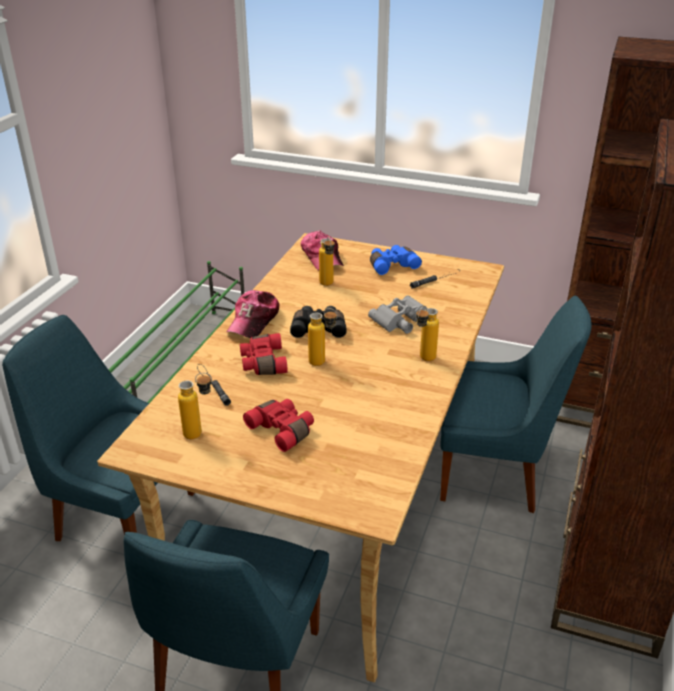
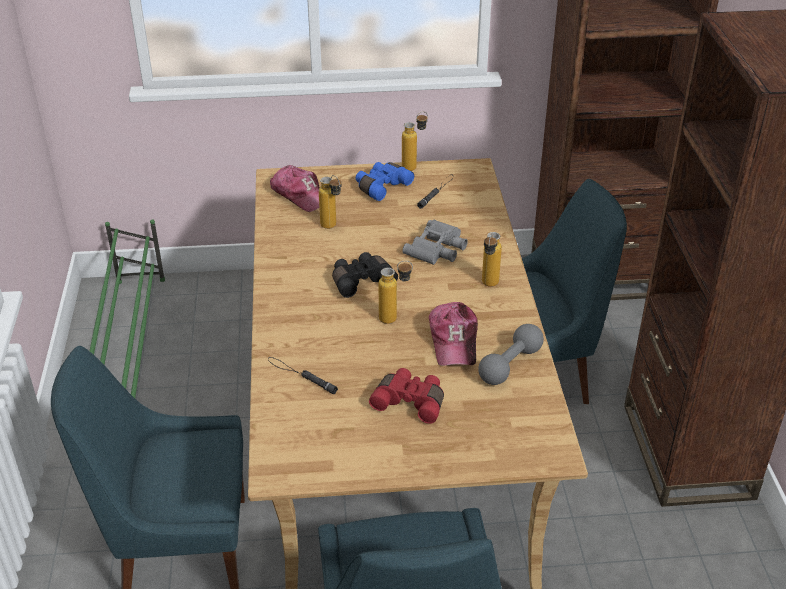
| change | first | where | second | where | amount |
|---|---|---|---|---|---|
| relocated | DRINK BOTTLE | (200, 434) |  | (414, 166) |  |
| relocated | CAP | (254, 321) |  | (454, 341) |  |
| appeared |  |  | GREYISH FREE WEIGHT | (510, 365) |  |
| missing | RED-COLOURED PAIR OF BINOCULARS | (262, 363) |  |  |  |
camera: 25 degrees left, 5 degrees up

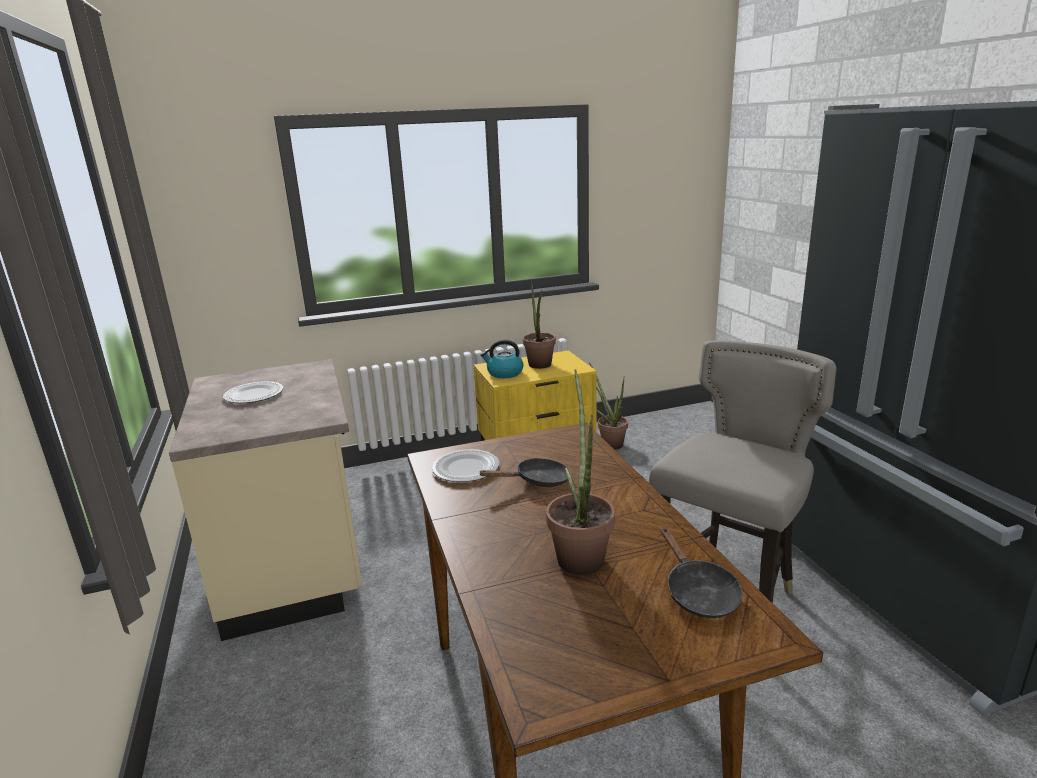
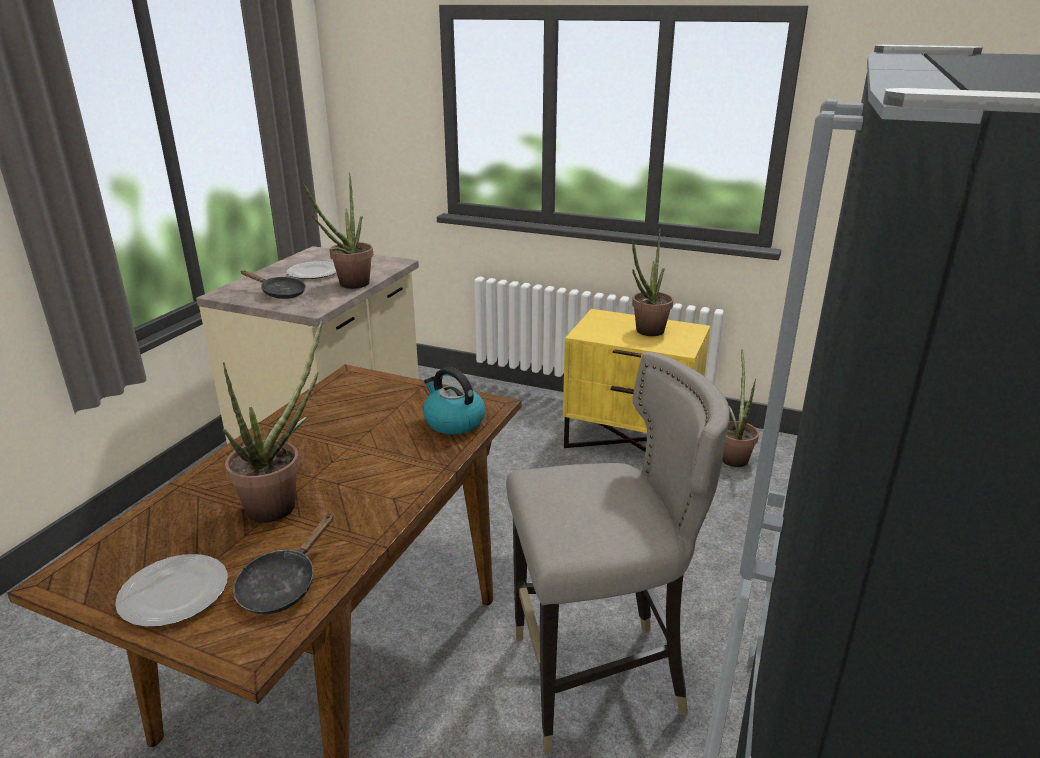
| change | first | where | second | where | amount |
|---|---|---|---|---|---|
| relocated | DINNER PLATE | (466, 468) |  | (175, 592) |  |
| relocated | BLACK PAN | (537, 481) |  | (280, 293) |  |
| appeared |  |  | POTTED PLANT | (349, 285) |  |
| relocated | TEA KETTLE | (504, 373) |  | (453, 422) |  |
camera: 40 degrees right, 5 degrees up

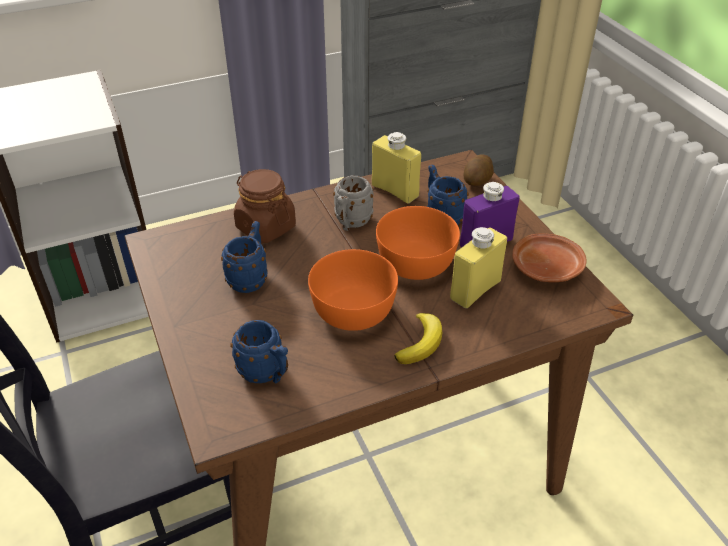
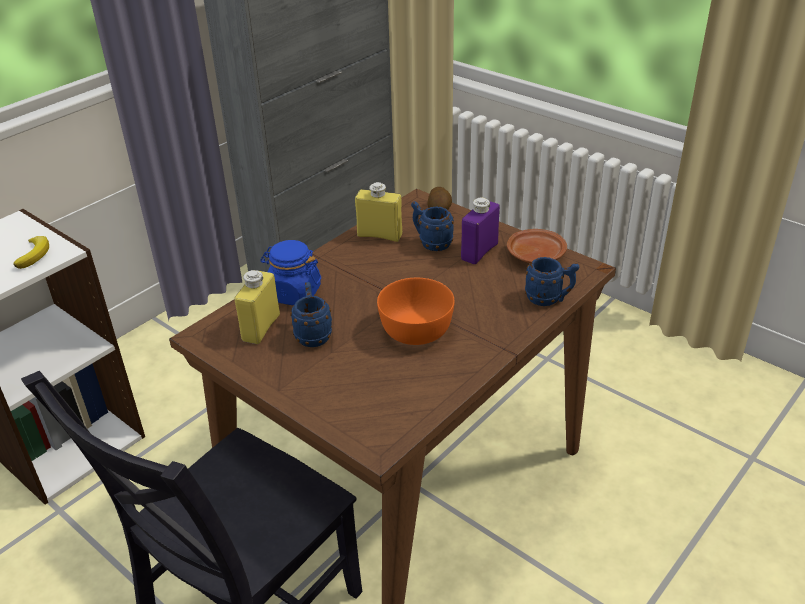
| change | first | where | second | where | amount |
|---|---|---|---|---|---|
| relocated | BANANA | (421, 342) |  | (34, 254) |  |
| relocated | YELLOW DRINK BOTTLE | (475, 290) |  | (261, 328) |  |
| colour | BROWNISH STORAGE JAR | (265, 227) | BLUISH STORAGE JAR | (294, 294) |  |
| relocated | BLUISH COFFEE MUG | (266, 374) |  | (549, 299) |  |
| missing | GREYISH COFFEE MUG | (351, 223) |  |  |  |
| missing | ORANGE-COLOURED BOWL | (417, 262) |  |  |  |
camera: 25 degrees left, 5 degrees down

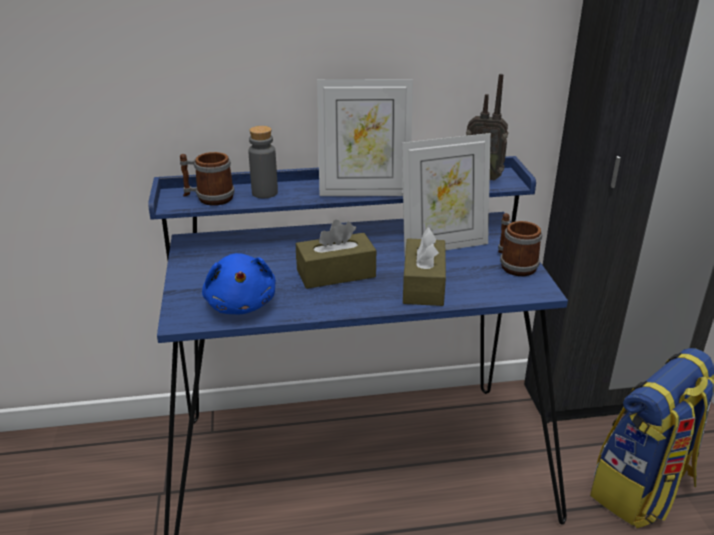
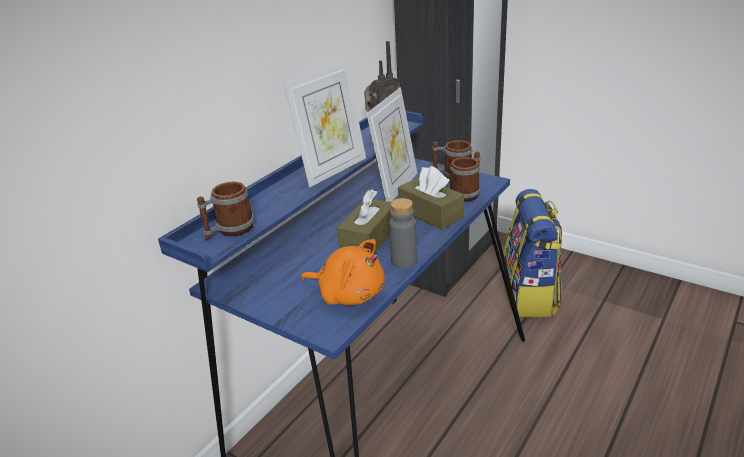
| change | first | where | second | where | amount |
|---|---|---|---|---|---|
| colour | BLUISH PLUSH TOY | (241, 304) | ORANGE-COLOURED PLUSH TOY | (349, 294) |  |
| relocated | GREYISH DRINK BOTTLE | (264, 193) |  | (404, 261) |  |
| appeared |  |  | COFFEE MUG | (467, 193) |  |
camera: 45 degrees left, 0 degrees up

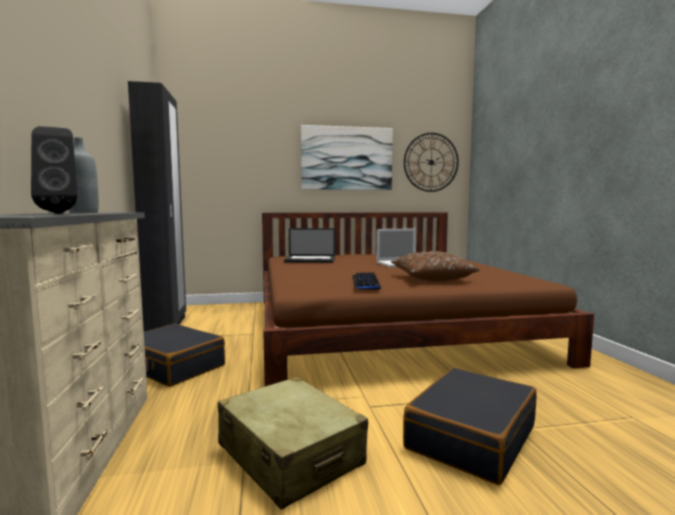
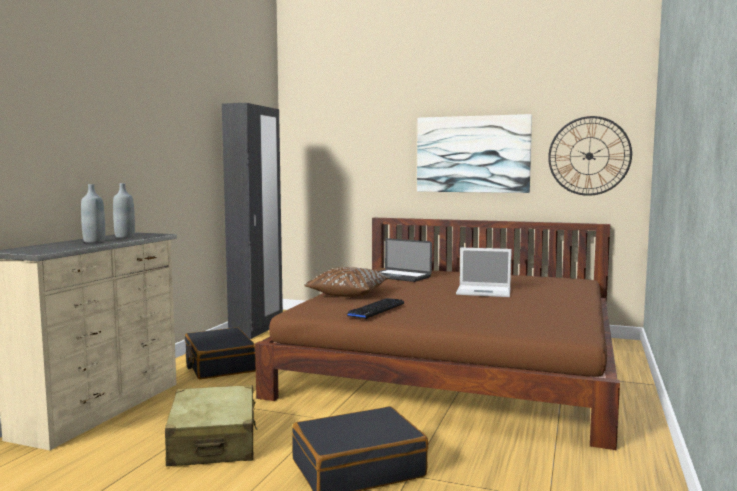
| change | first | where | second | where | amount |
|---|---|---|---|---|---|
| exchanged | BLACK SPEAKER | (59, 213) | GREYISH DRINK BOTTLE | (94, 241) |  |
| relocated | BROWNISH THROW PILLOW | (431, 278) |  | (348, 293) |  |
camera: 30 degrees right, 0 degrees up

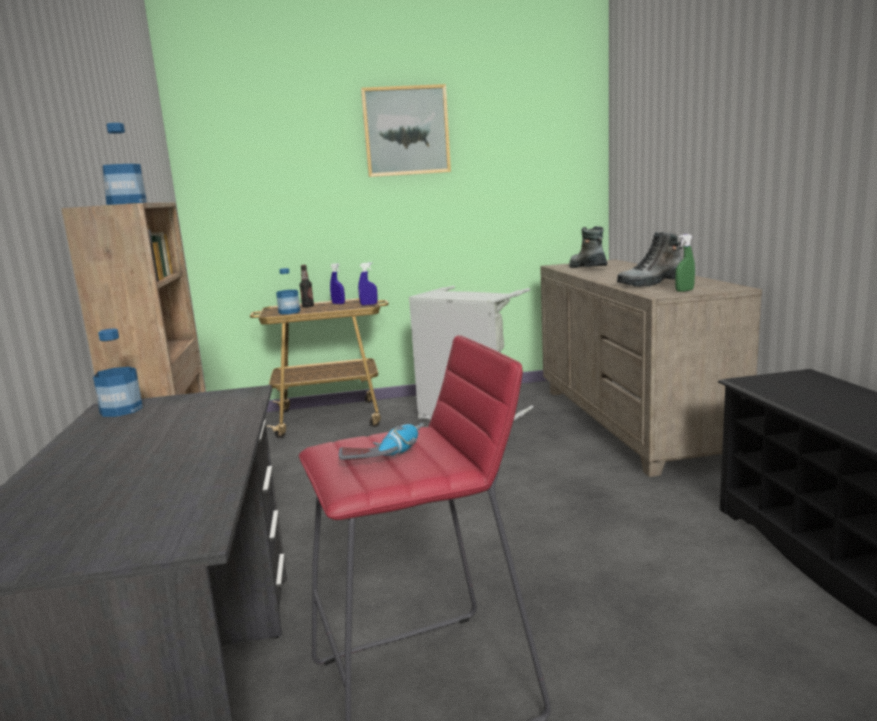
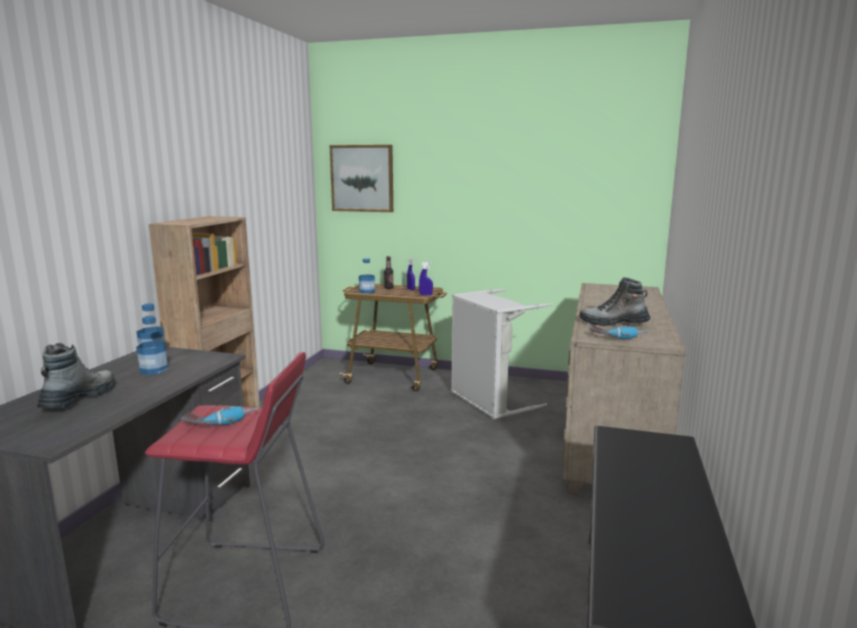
| change | first | where | second | where | amount |
|---|---|---|---|---|---|
| relocated | BOOT | (587, 268) |  | (79, 399) |  |
| relocated | DRINK BOTTLE | (126, 203) |  | (154, 370) |  |
| relocated | PICTURE | (406, 131) |  | (362, 178) |  |
| exchanged | GREENISH HAND SPRAYER | (684, 291) | ELECTRIC DRILL | (617, 337) |  |
camera: 25 degrees right, 0 degrees up

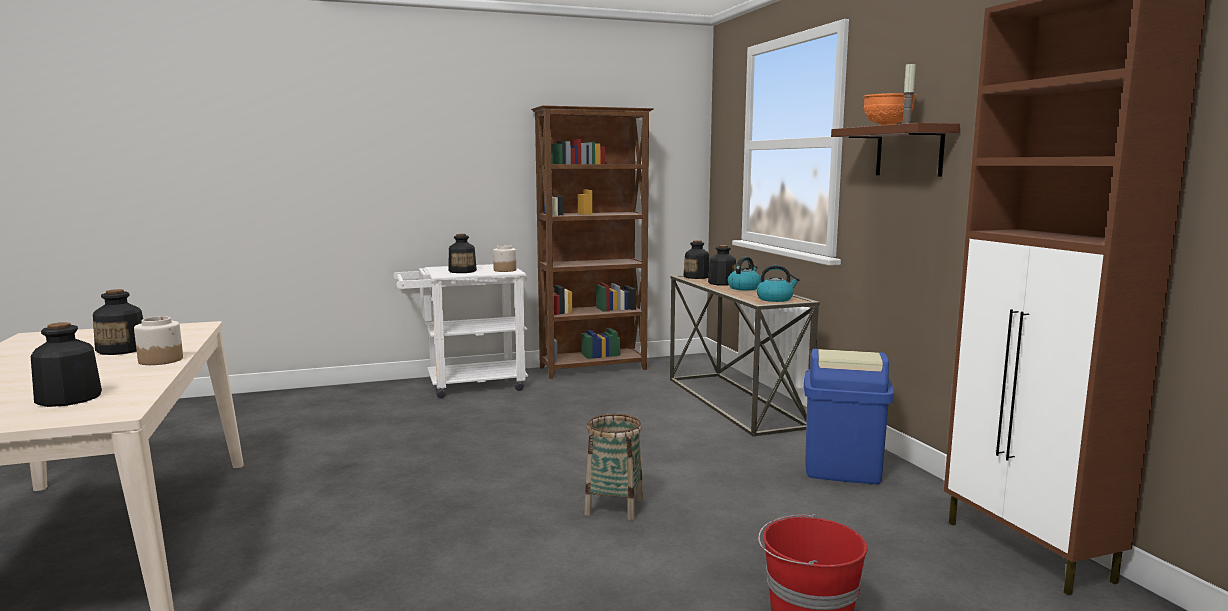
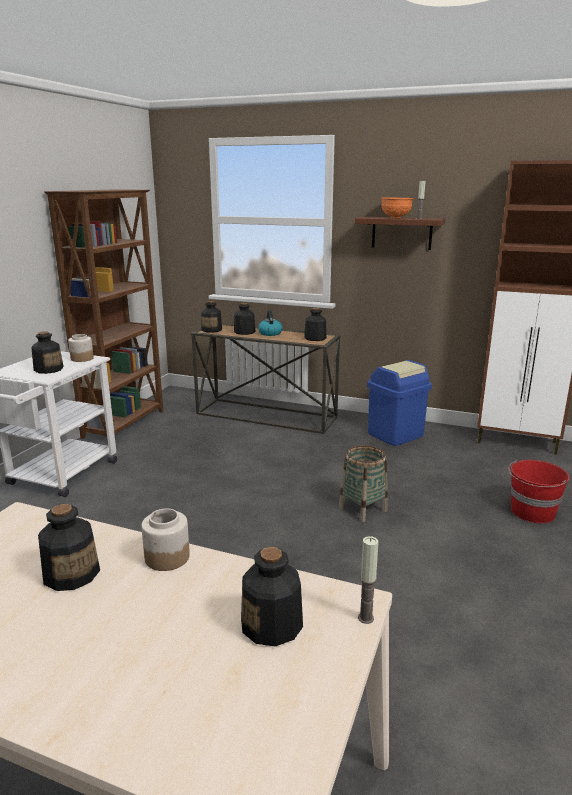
| change | first | where | second | where | amount |
|---|---|---|---|---|---|
| exchanged | TEA KETTLE | (775, 299) | DRINK BOTTLE | (315, 338) |  |
| appeared |  |  | CANDLE | (366, 618) |  |
camera: 50 degrees left, 10 degrees up

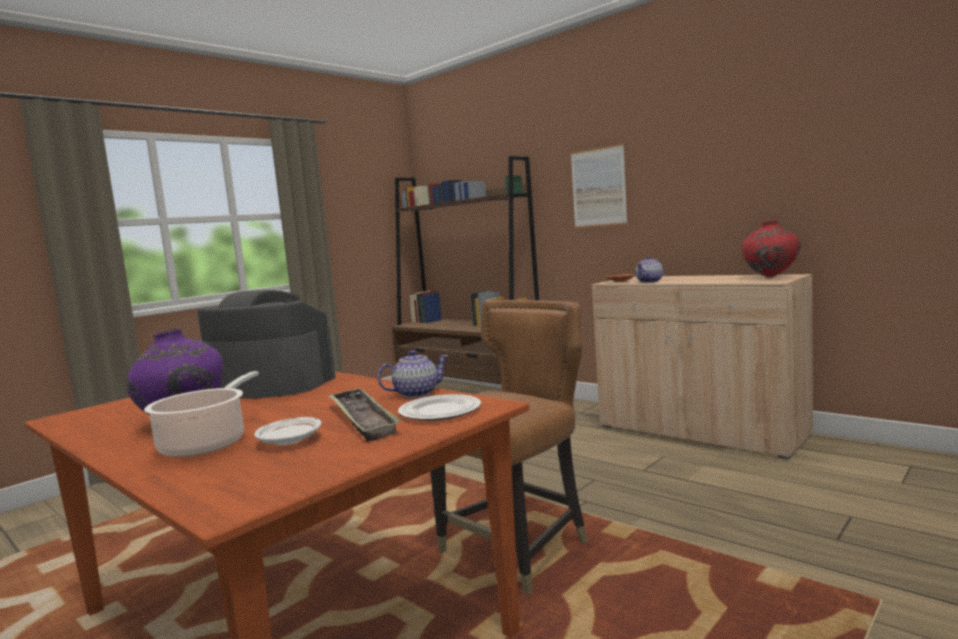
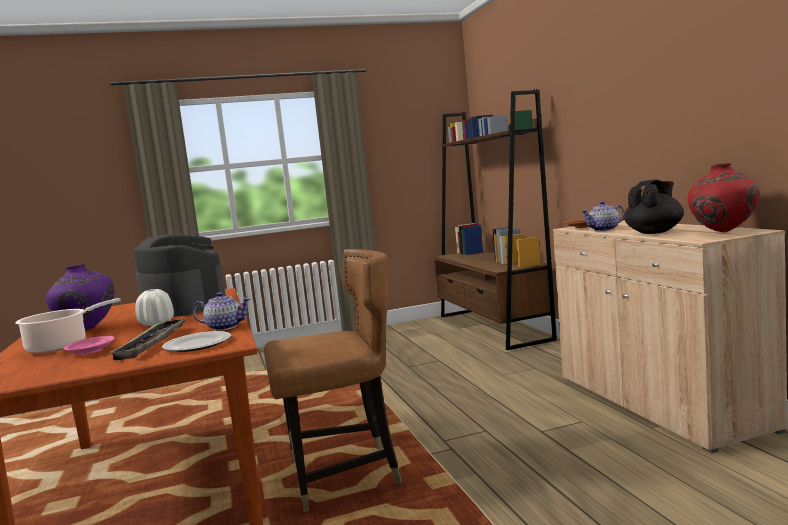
| change | first | where | second | where | amount |
|---|---|---|---|---|---|
| colour | WHITISH DINNER PLATE | (290, 440) | PINK-COLOURED DINNER PLATE | (91, 352) |  |
| appeared |  |  | WHITISH VASE | (156, 323) |  |
| appeared |  |  | BLACK TEAPOT | (654, 232) |  |
| missing | PICTURE | (598, 187) |  |  |  |
camera: 30 degrees right, 0 degrees up

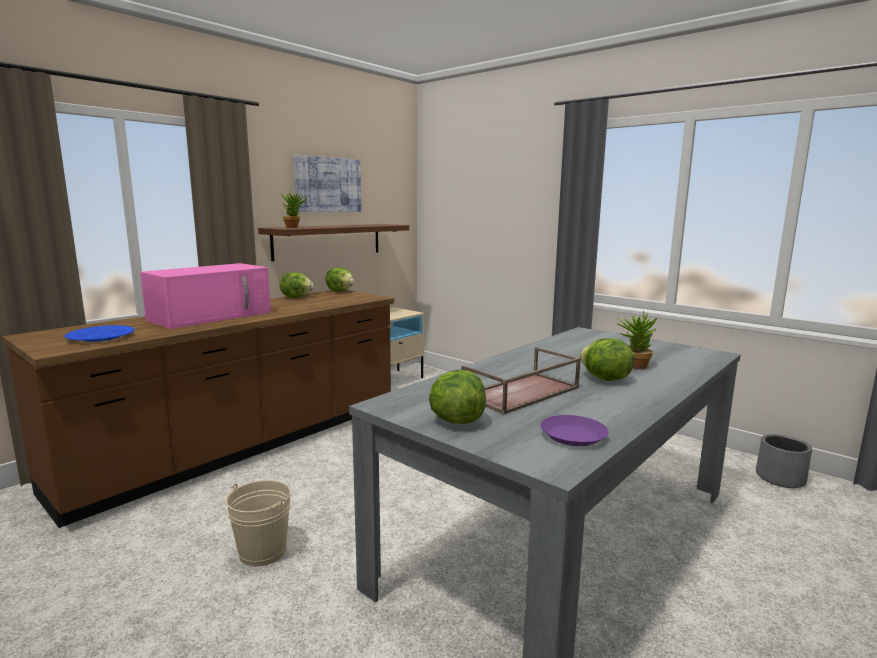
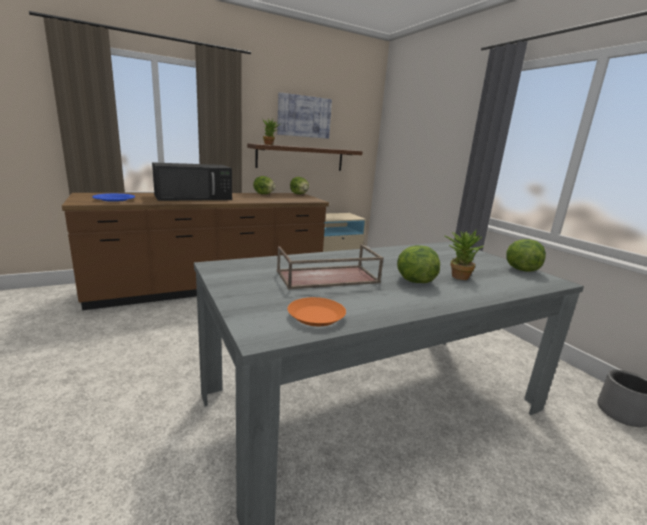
| change | first | where | second | where | amount |
|---|---|---|---|---|---|
| colour | PINK-COLOURED KITCHEN MICROWAVE | (212, 316) | BLACK KITCHEN MICROWAVE | (194, 197) |  |
| colour | PURPLE DINNER PLATE | (572, 436) | ORANGE-COLOURED DINNER PLATE | (315, 316) |  |
| relocated | HEAD OF LETTUCE | (456, 420) |  | (520, 269) |  |
| missing | SAND-COLOURED BUCKET | (262, 551) |  |  |  |
camera: 20 degrees right, 5 degrees up

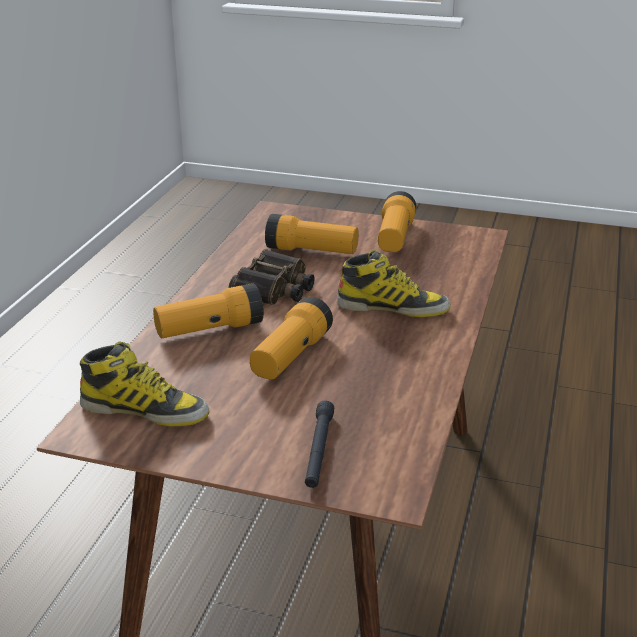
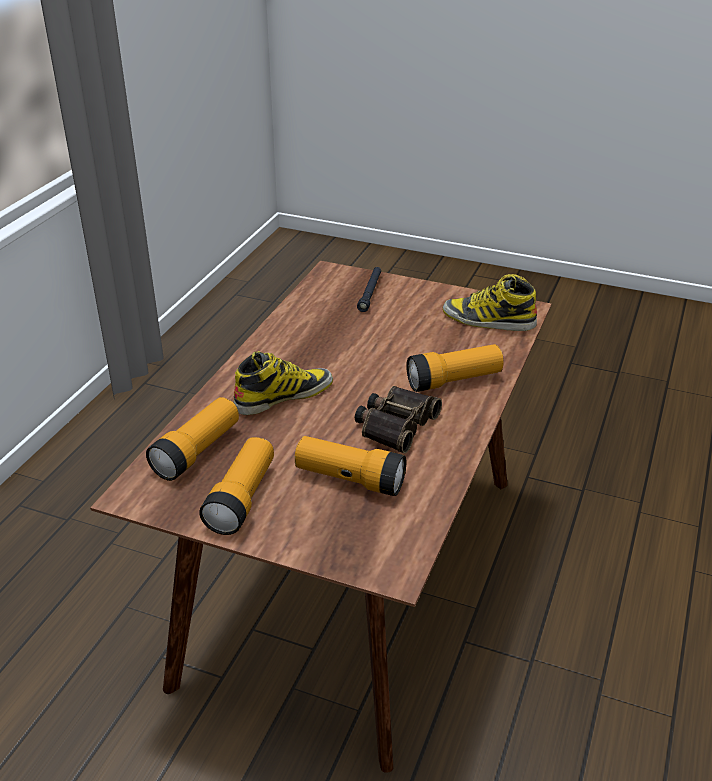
| change | first | where | second | where | amount |
|---|---|---|---|---|---|
| relocated | FLASHLIGHT | (291, 356) |  | (197, 451) |  |
| spun | BOOT | (393, 307) |  | (283, 396) | 135 degrees clockwise |
camera: 175 degrees left, 5 degrees up

